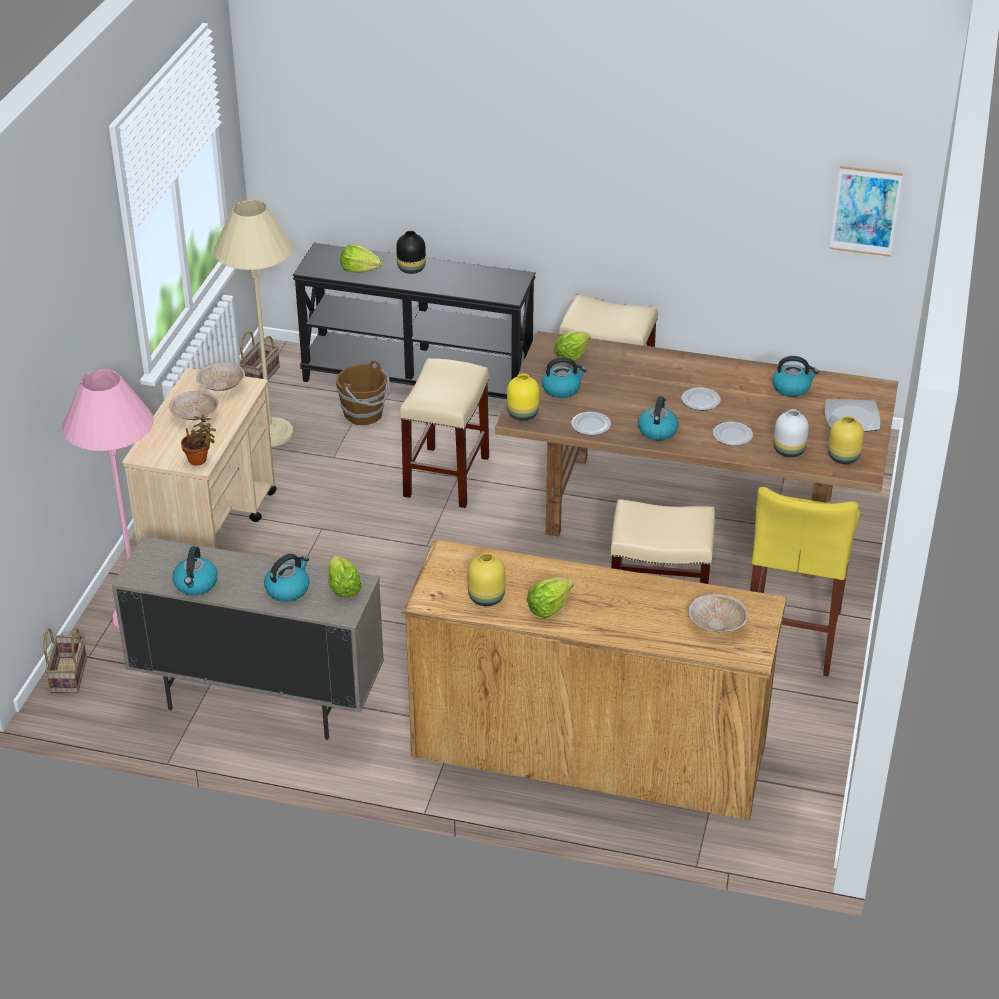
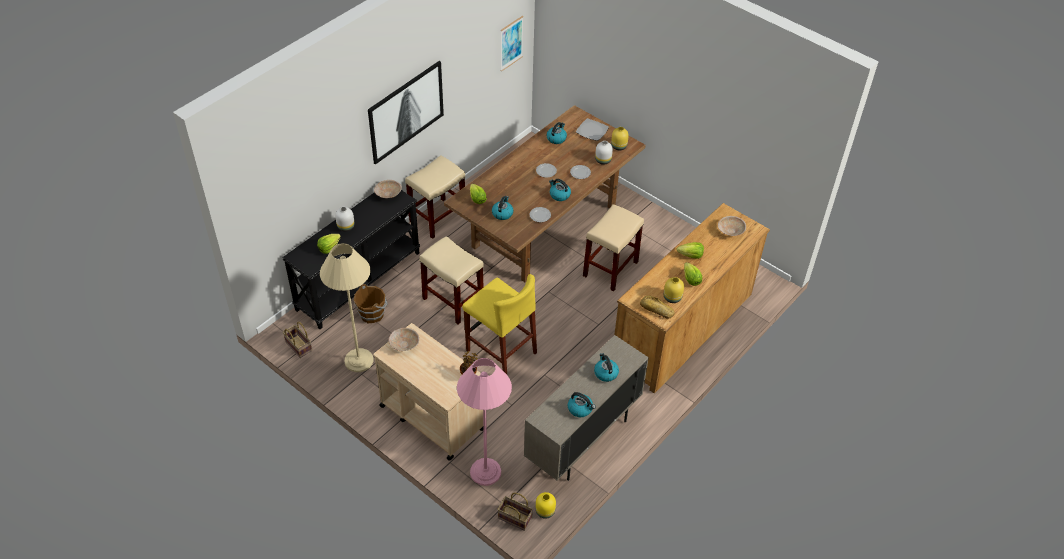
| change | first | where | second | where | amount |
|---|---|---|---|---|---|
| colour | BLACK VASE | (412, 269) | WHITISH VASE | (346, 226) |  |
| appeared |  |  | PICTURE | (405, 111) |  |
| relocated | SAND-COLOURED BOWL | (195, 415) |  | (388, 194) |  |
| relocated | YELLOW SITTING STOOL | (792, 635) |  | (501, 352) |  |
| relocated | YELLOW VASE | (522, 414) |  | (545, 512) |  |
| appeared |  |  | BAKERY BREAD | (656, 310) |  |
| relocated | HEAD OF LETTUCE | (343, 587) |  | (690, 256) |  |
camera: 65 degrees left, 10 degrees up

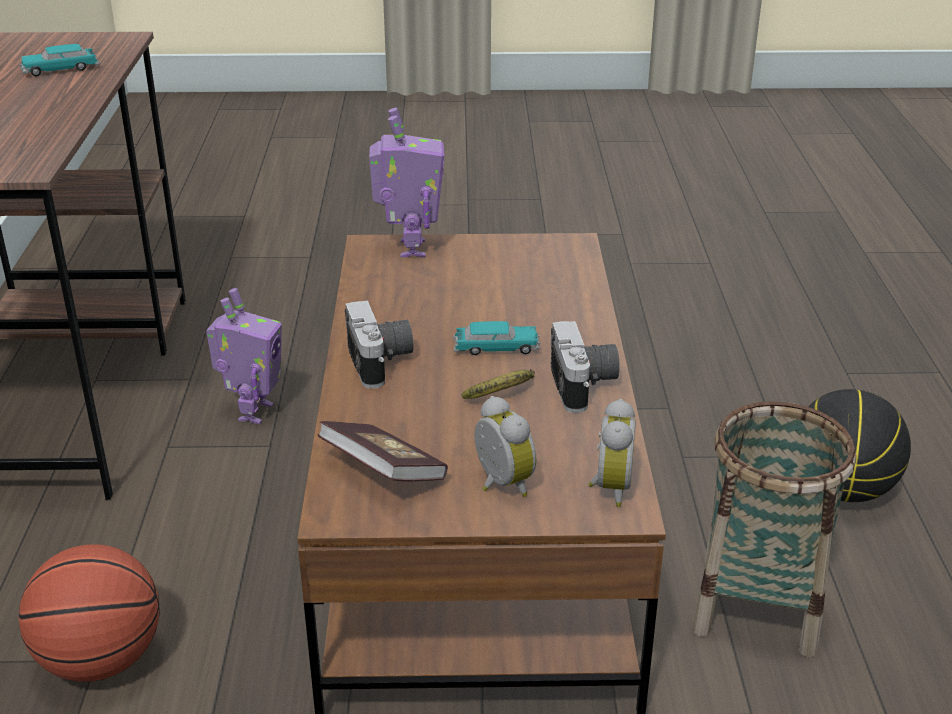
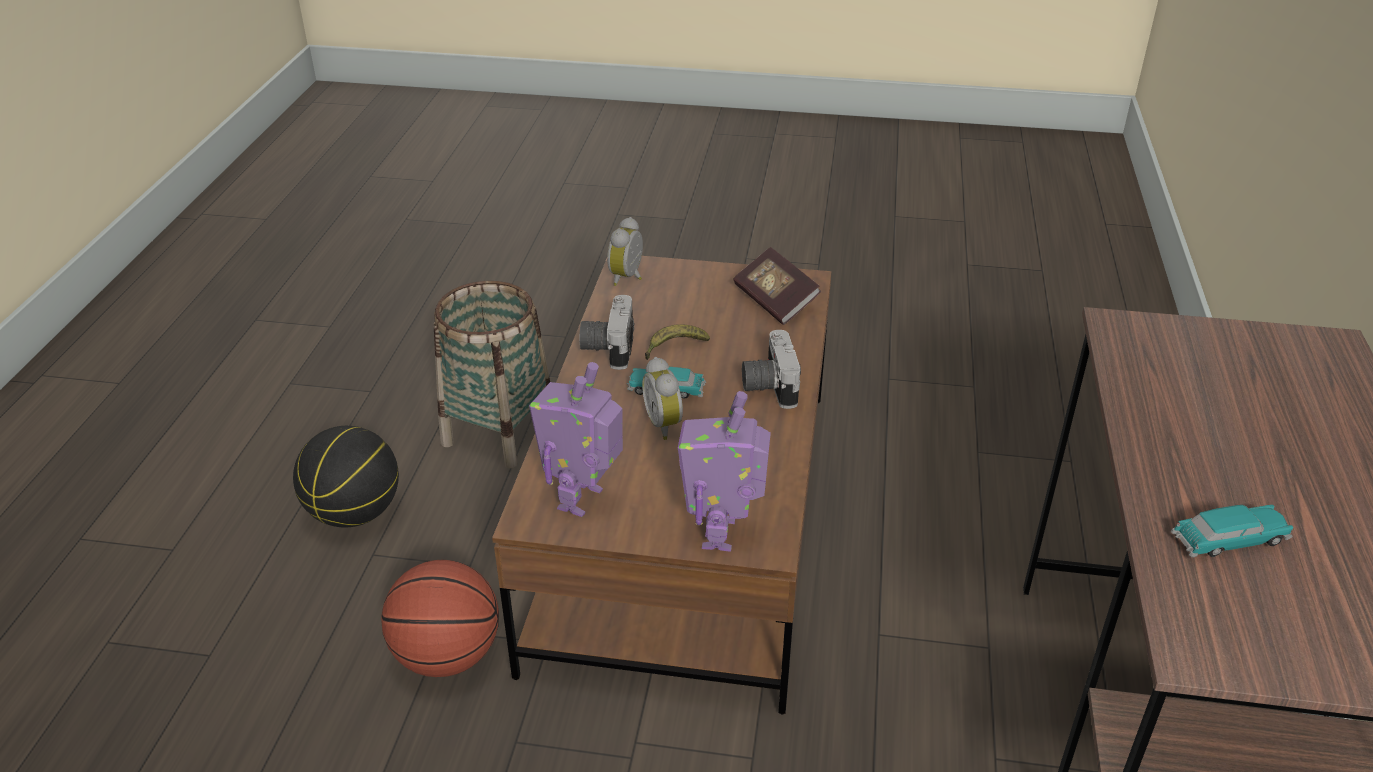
| change | first | where | second | where | amount |
|---|---|---|---|---|---|
| relocated | BALL FOR BASKETBALL | (101, 660) |  | (448, 655) |  |
| relocated | ROBOT FIGURE | (253, 412) |  | (583, 500) |  |
| relocated | ALARM CLOCK | (500, 485) |  | (666, 424) |  |
camera: 170 degrees left, 5 degrees up

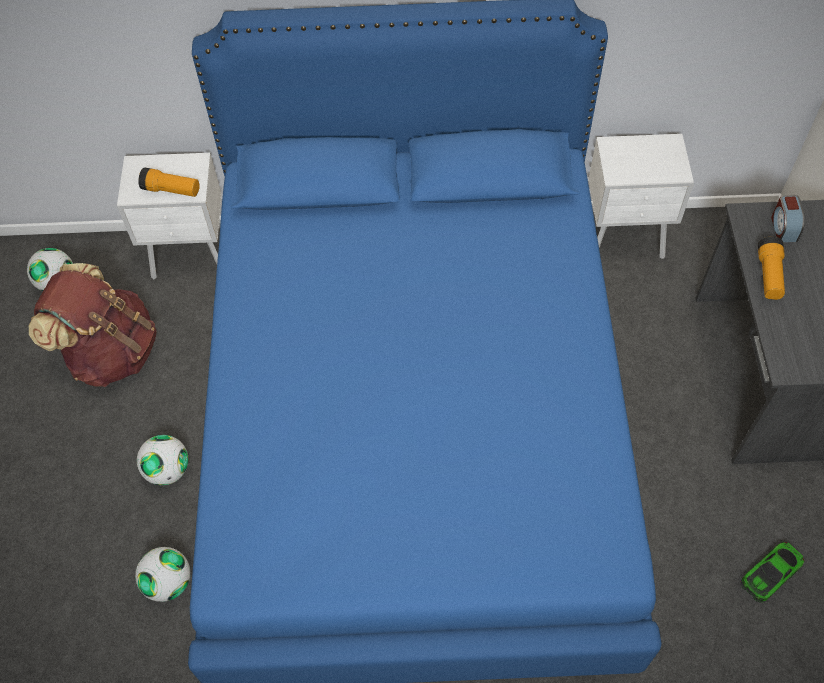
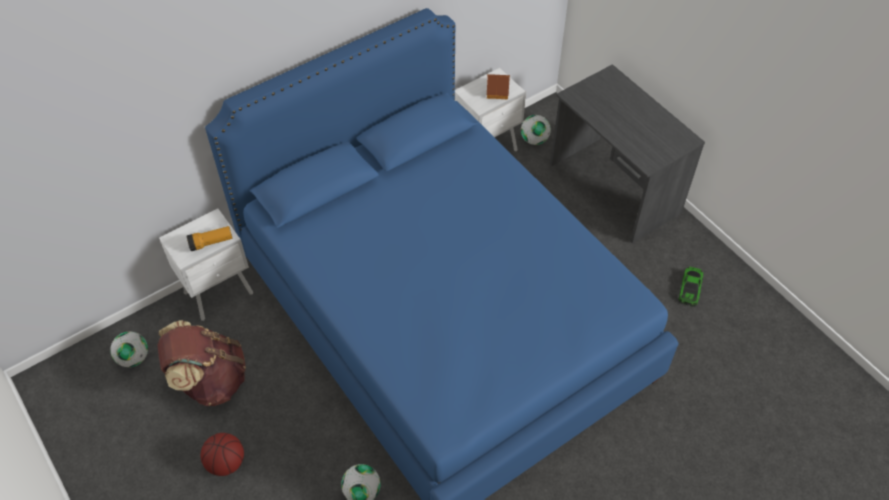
| change | first | where | second | where | amount |
|---|---|---|---|---|---|
| appeared |  |  | BALL FOR BASKETBALL | (226, 462) |  |
| appeared |  |  | TOY HOUSE | (498, 91) |  |
| relocated | FOOTBALL | (168, 470) |  | (534, 140) |  |
| missing | FLASHLIGHT | (769, 275) |  |  |  |
| missing | ALARM CLOCK | (783, 228) |  |  |  |
camera: 35 degrees left, 5 degrees down

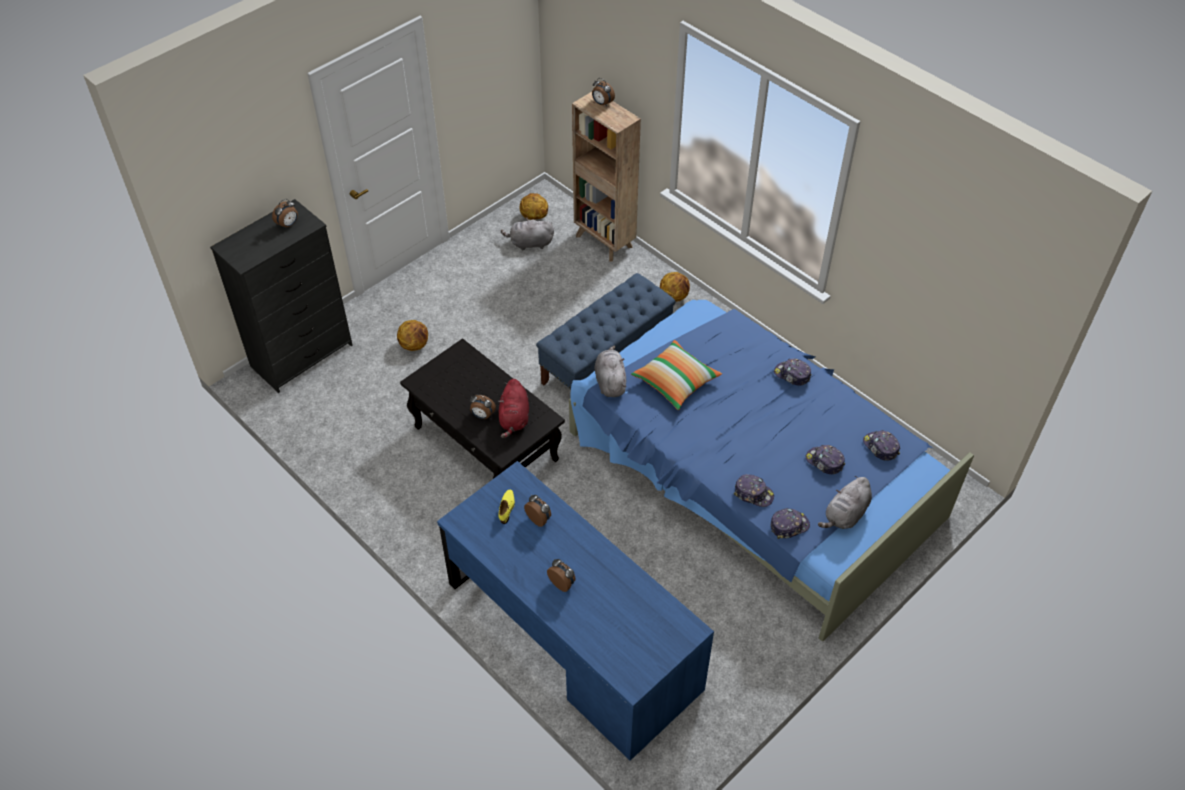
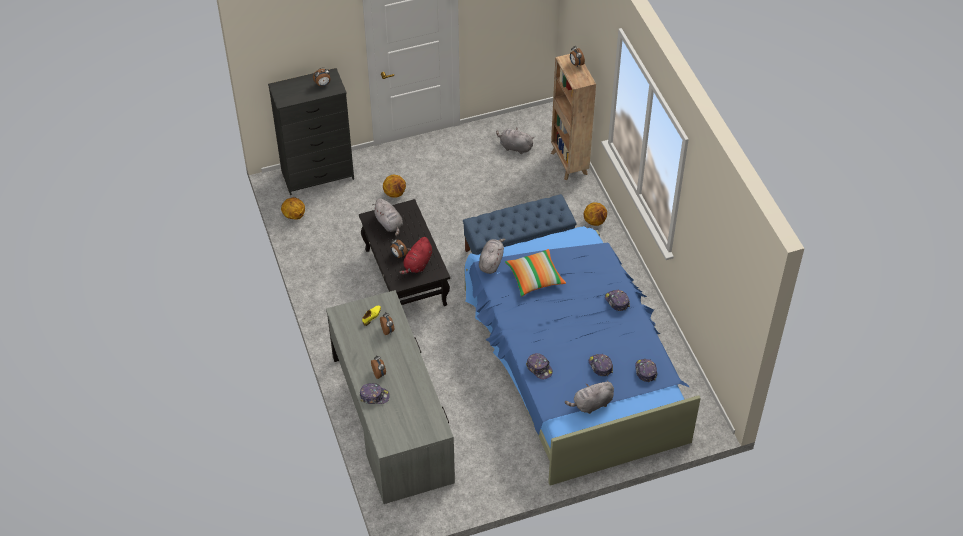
| change | first | where | second | where | amount |
|---|---|---|---|---|---|
| relocated | BALL FOR BASKETBALL | (534, 217) |  | (294, 216) |  |
| colour | BLUISH DESK UNIT | (572, 636) | GREYISH DESK UNIT | (391, 418) |  |
| relocated | CAP | (789, 526) |  | (374, 396) |  |
| appeared |  |  | GREYISH PLUSH TOY | (389, 224) |  |
camera: 25 degrees right, 0 degrees up

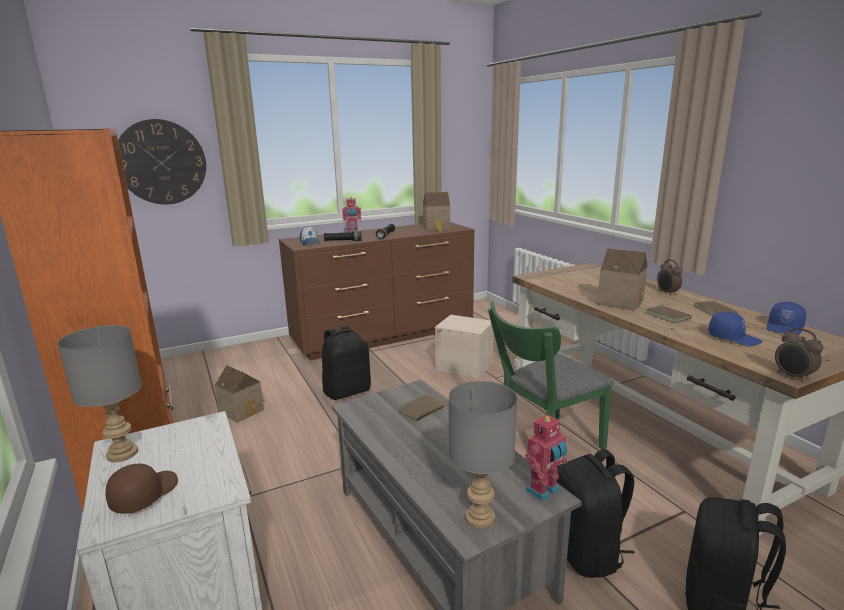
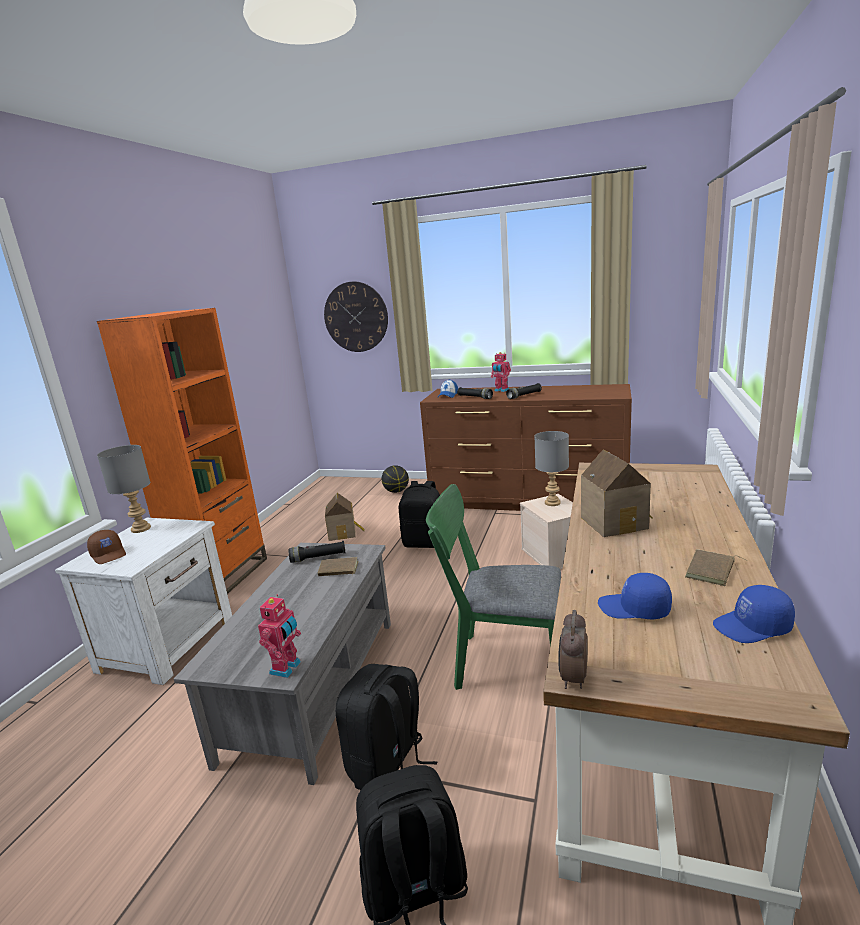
| change | first | where | second | where | amount |
|---|---|---|---|---|---|
| spun | BROWNISH CAP | (144, 494) |  | (109, 554) | 75 degrees clockwise |
| spun | ROBOT FIGURE | (544, 491) |  | (287, 668) | 75 degrees counterclockwise |
| appeared |  |  | BLACK FLASHLIGHT | (318, 558) |  |
| appeared |  |  | BALL FOR BASKETBALL | (396, 491) |  |
| relocated | GREYISH TABLE LAMP | (480, 519) |  | (552, 503) |  |
| spun | BLUISH CAP | (733, 338) |  | (634, 609) | 120 degrees clockwise |
| missing | TOY HOUSE | (437, 228) |  |  |  |
| missing | BROWNISH BOOK | (668, 316) |  |  |  |
| missing | ALARM CLOCK | (667, 293) |  |  |  |
camera: 45 degrees right, 0 degrees up

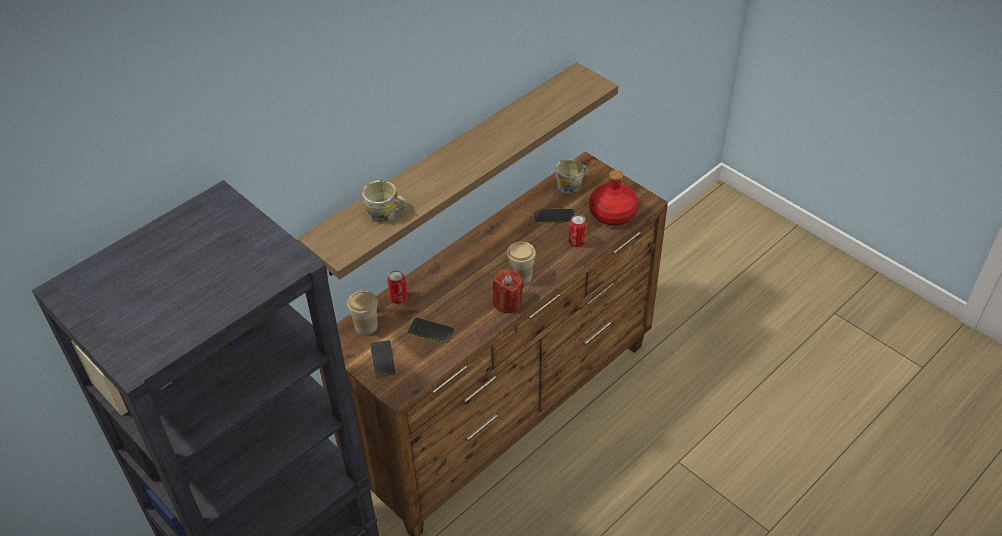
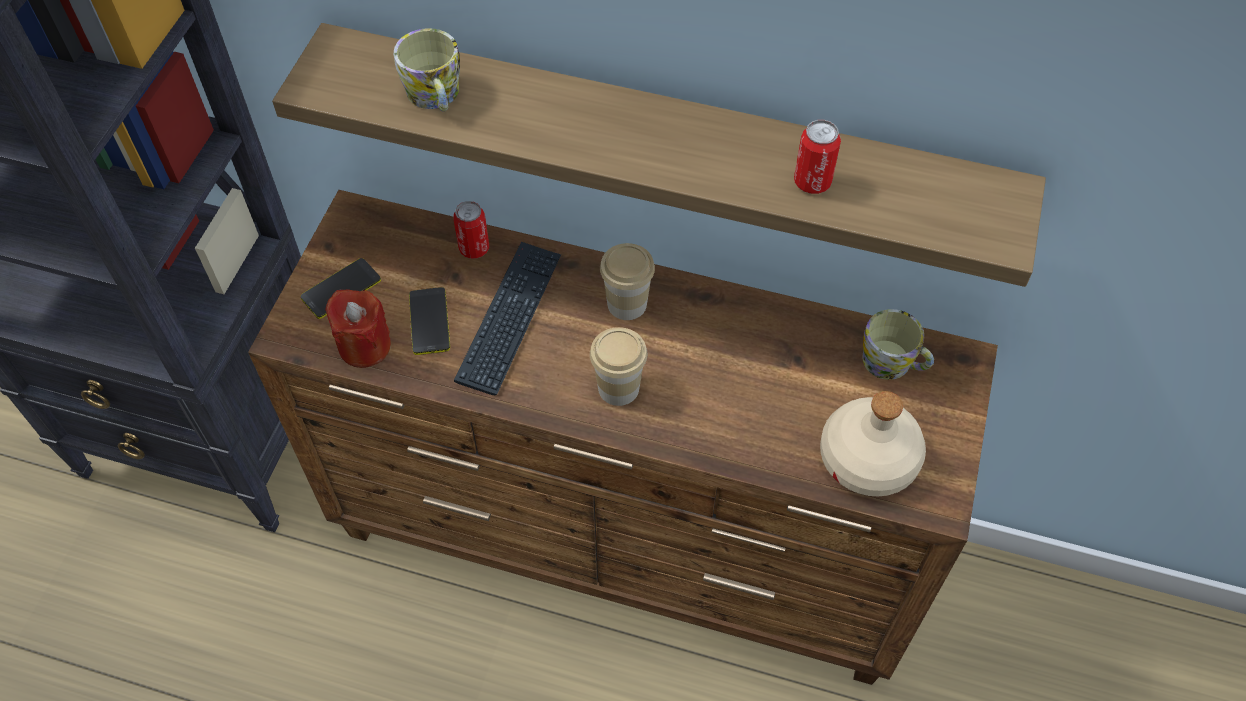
| change | first | where | second | where | amount |
|---|---|---|---|---|---|
| relocated | RED-COLOURED CANDLE | (507, 302) |  | (364, 346) |  |
| appeared |  |  | PC KEYBOARD | (509, 318) |  |
| relocated | CUP | (366, 326) |  | (627, 304) |  |
| relocated | SEALED CAN | (577, 242) |  | (812, 182) |  |
| colour | RED-COLOURED DRINK BOTTLE | (613, 213) | SAND-COLOURED DRINK BOTTLE | (867, 460) |  |
| missing | HANDSET | (554, 216) |  |  |  |
camera: 60 degrees right, 10 degrees up

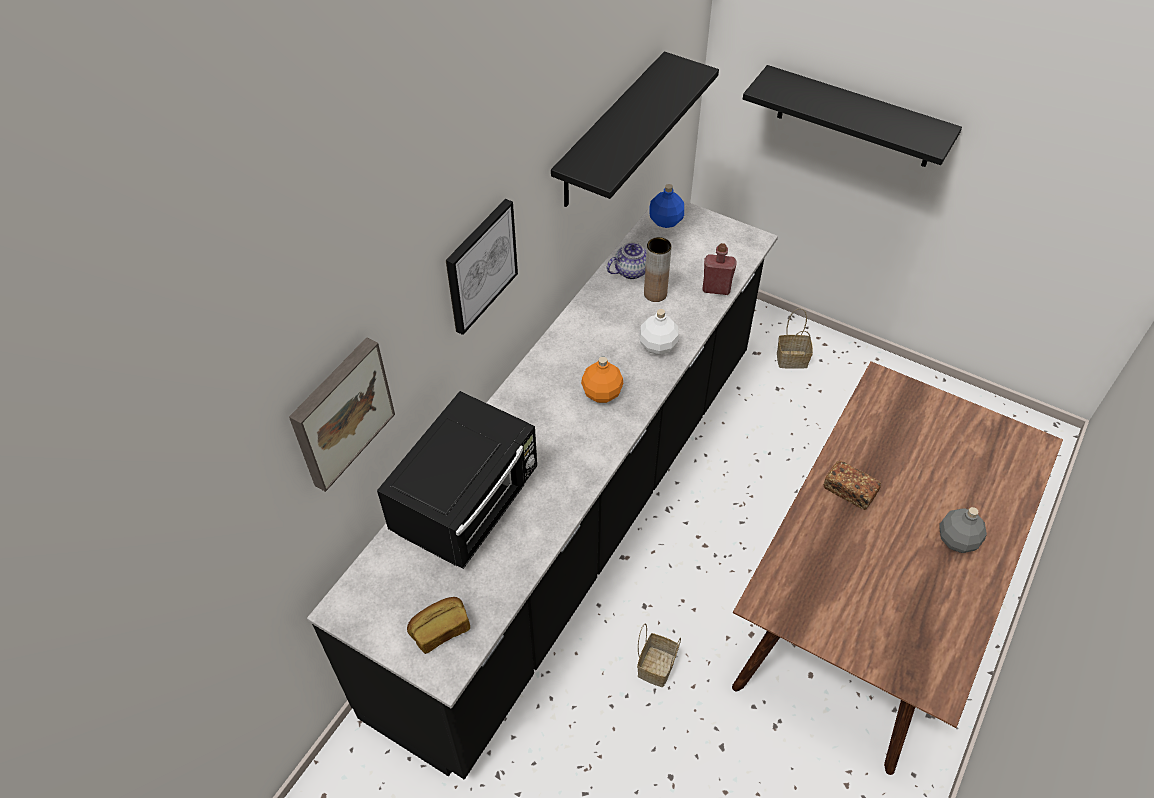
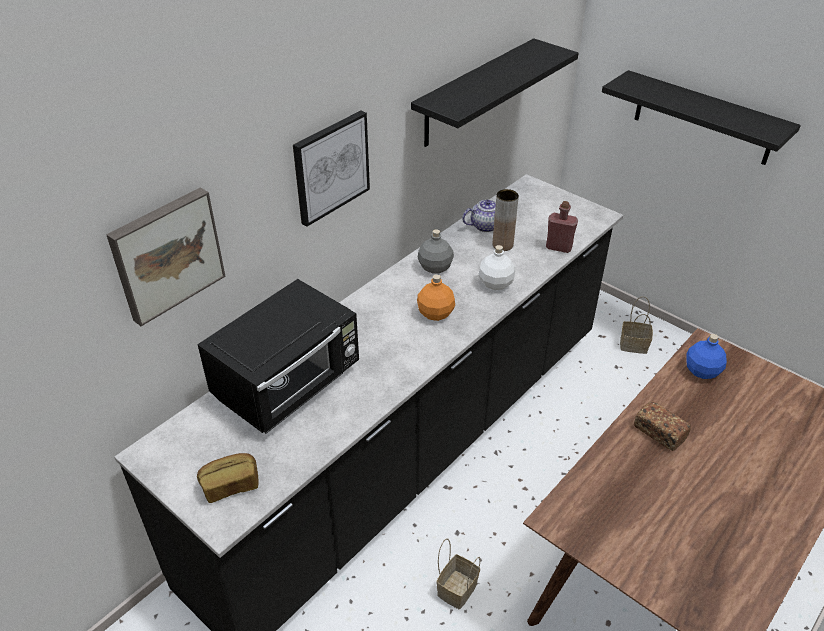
| change | first | where | second | where | amount |
|---|---|---|---|---|---|
| relocated | GREYISH DRINK BOTTLE | (957, 540) |  | (435, 267) |  |
| relocated | BLUISH DRINK BOTTLE | (666, 220) |  | (702, 370) |  |
camera: 10 degrees right, 10 degrees down

